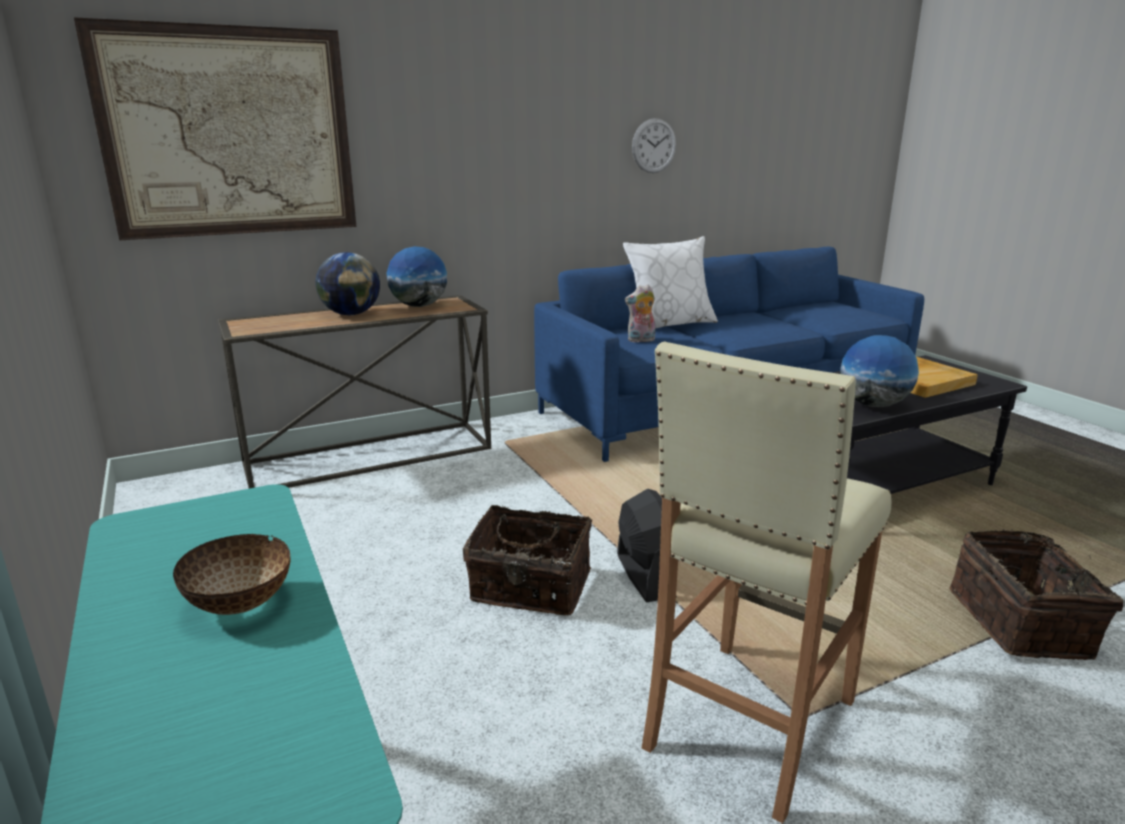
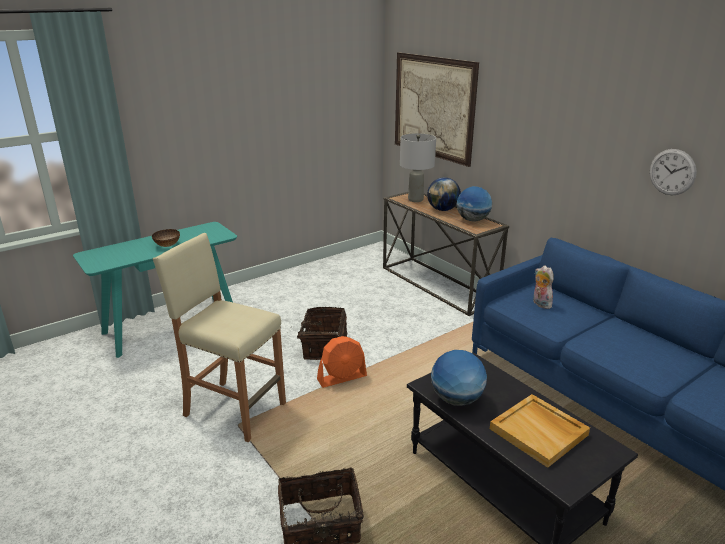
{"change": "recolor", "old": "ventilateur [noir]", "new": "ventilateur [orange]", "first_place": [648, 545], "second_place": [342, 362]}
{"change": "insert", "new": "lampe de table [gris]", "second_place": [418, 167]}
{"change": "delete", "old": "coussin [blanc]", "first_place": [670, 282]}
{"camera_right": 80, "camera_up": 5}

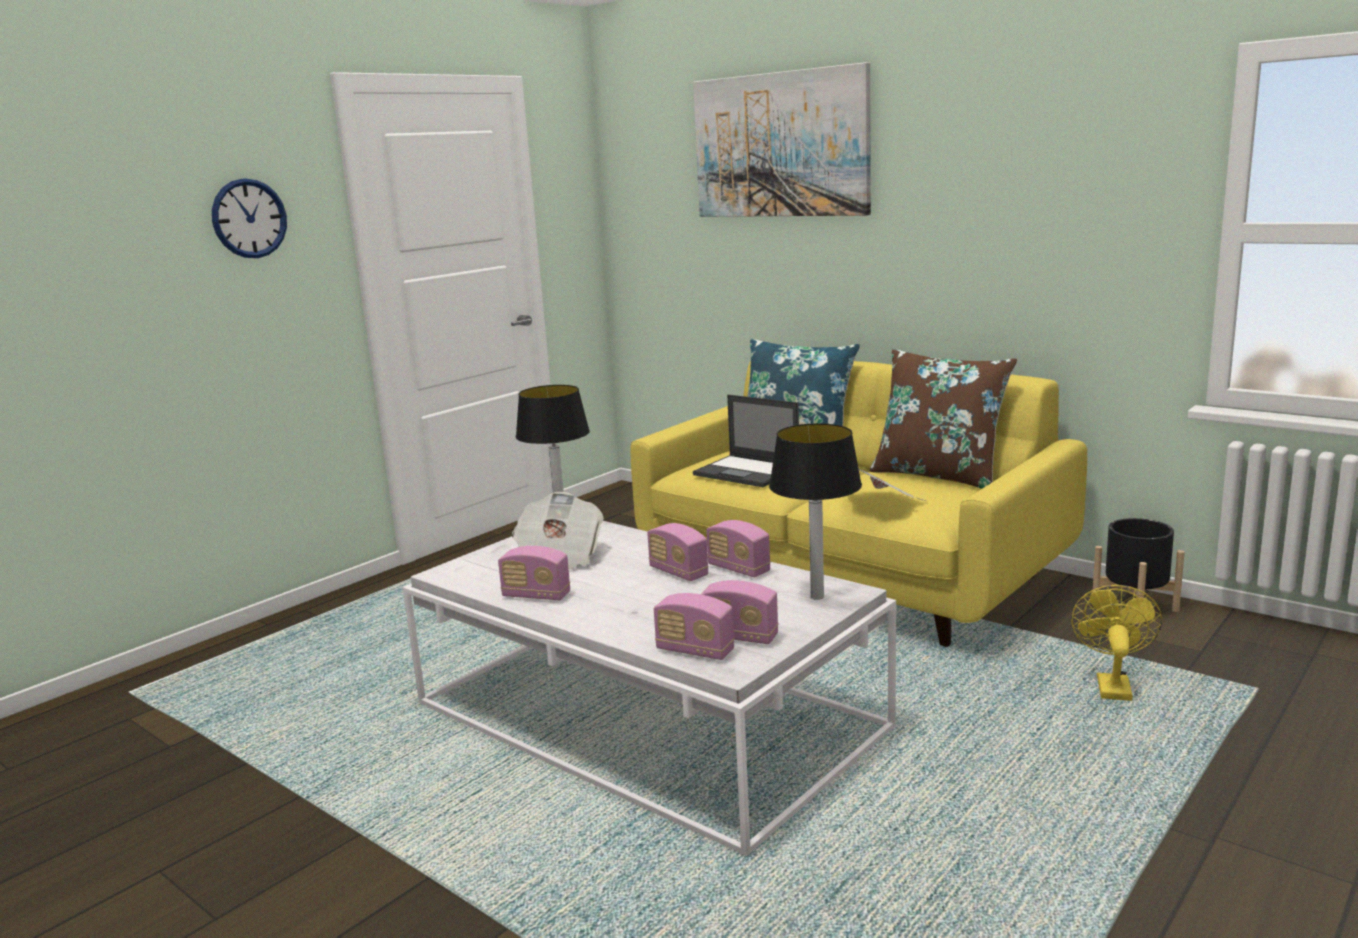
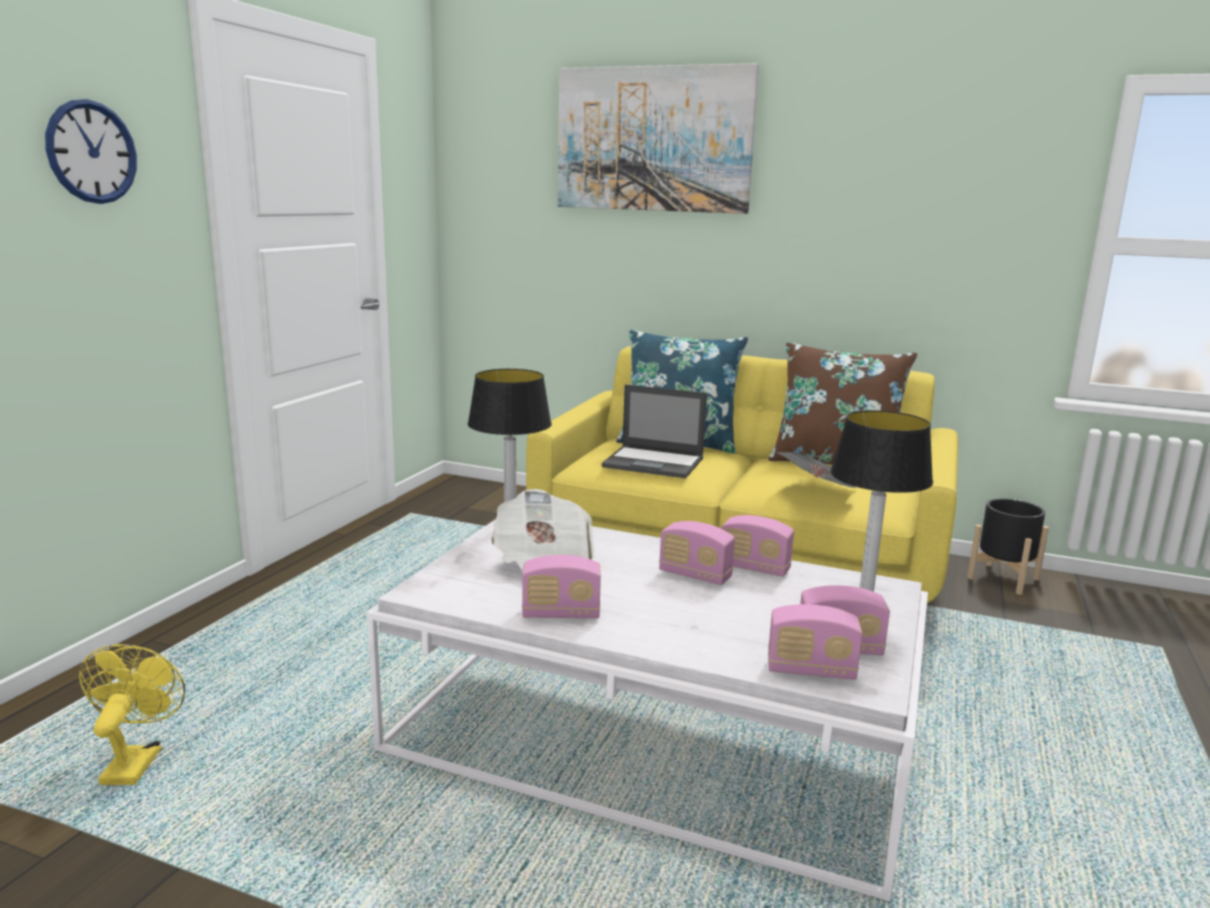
{"change": "move", "old": "ventilateur [jaune]", "first_place": [1116, 643], "second_place": [132, 714]}
{"camera_right": -20, "camera_up": 0}

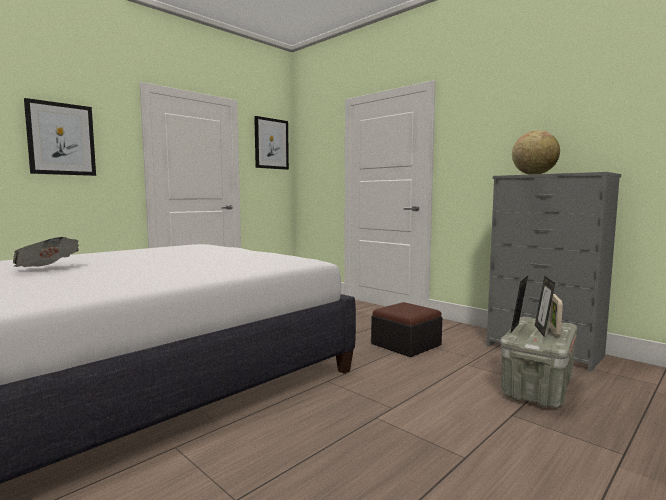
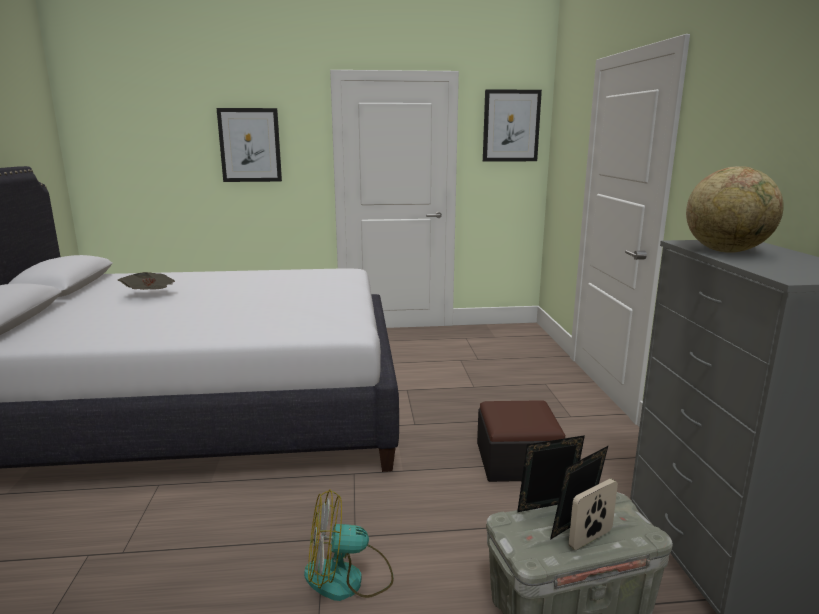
{"change": "insert", "new": "ventilateur", "second_place": [349, 545]}
{"camera_right": 40, "camera_up": 10}

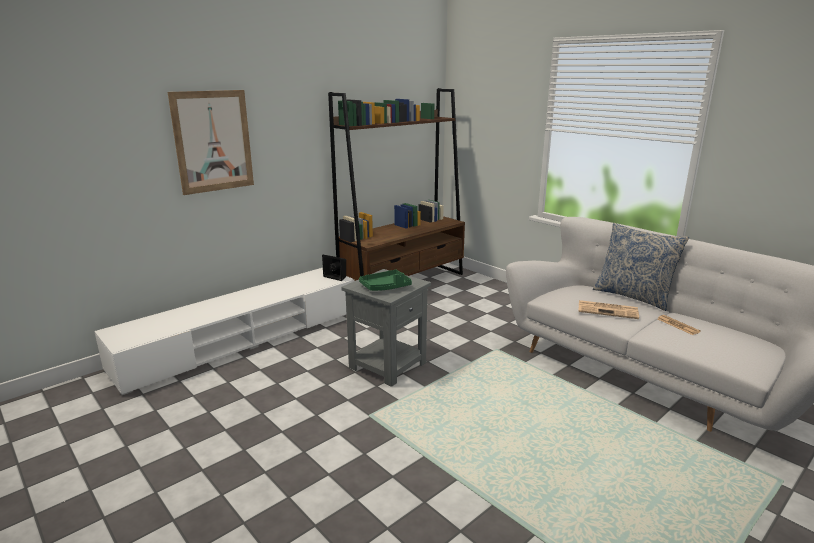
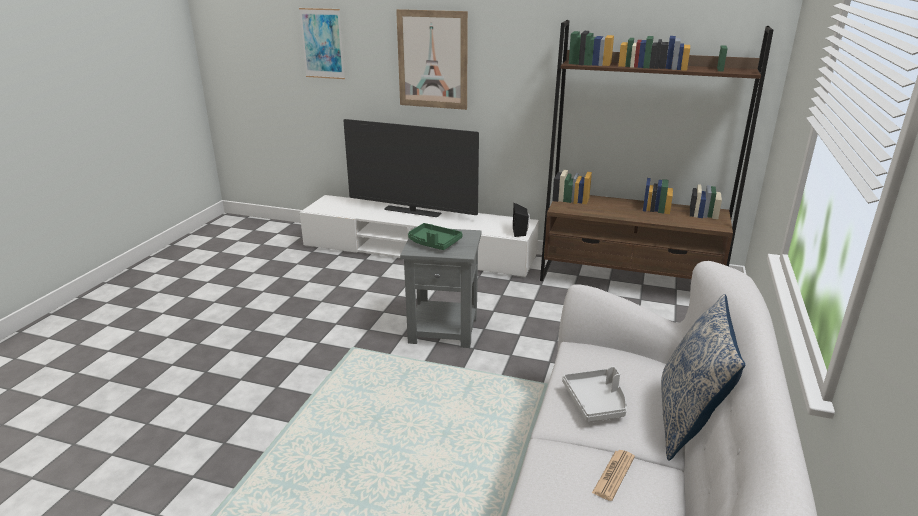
{"change": "insert", "new": "tableau", "second_place": [322, 43]}
{"change": "insert", "new": "téléviseur", "second_place": [411, 168]}
{"change": "replace", "old": "journal", "new": "plateau [gris]", "first_place": [608, 309], "second_place": [594, 394]}
{"camera_right": 60, "camera_up": 5}

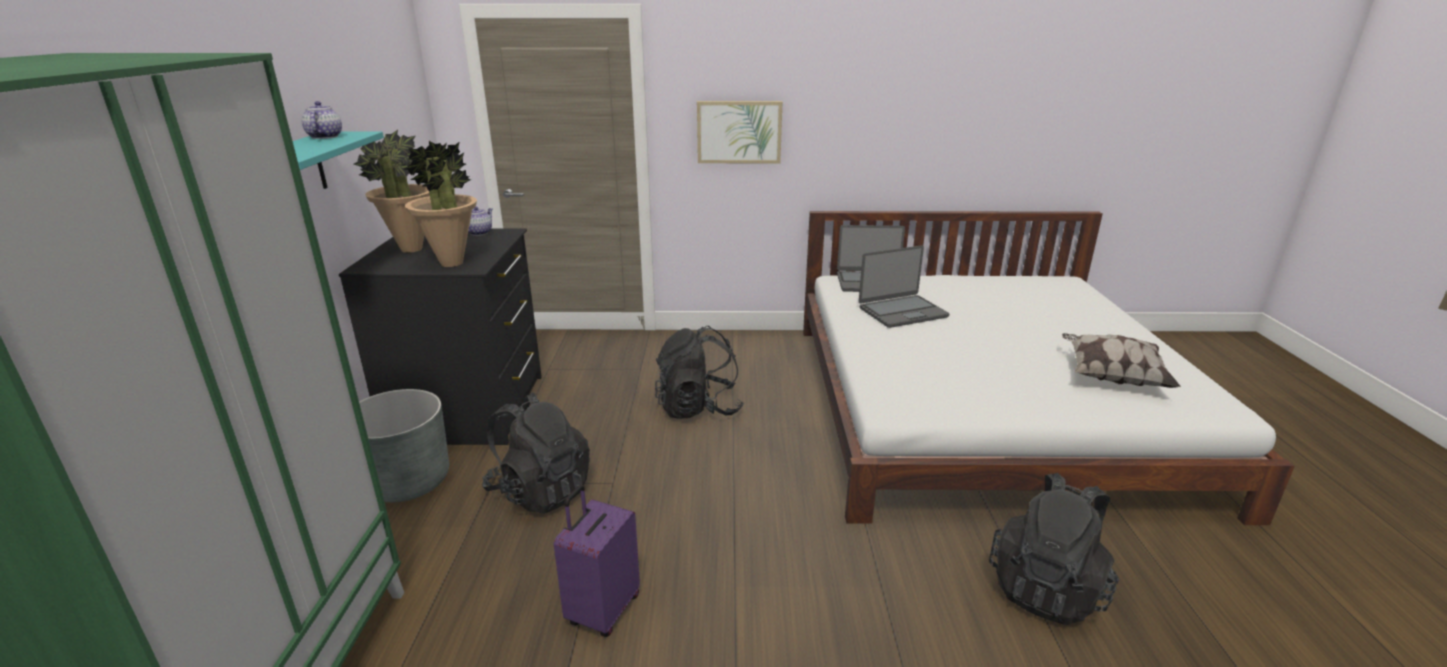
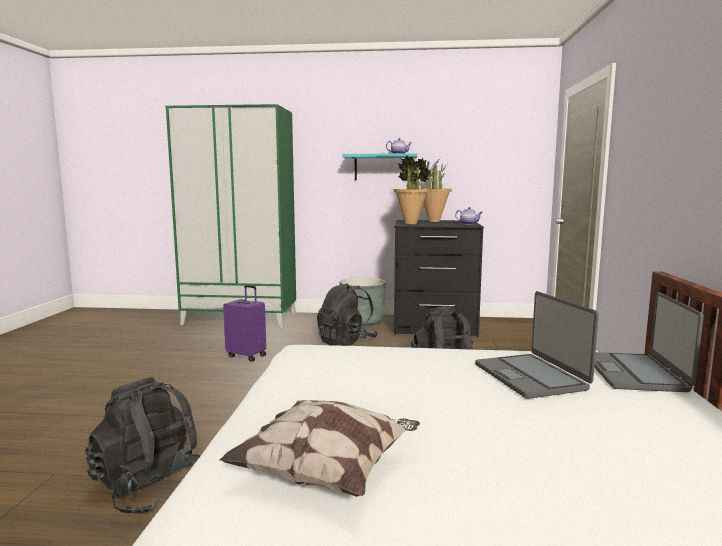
{"change": "delete", "old": "tableau", "first_place": [739, 132]}
{"camera_right": 95, "camera_up": -15}

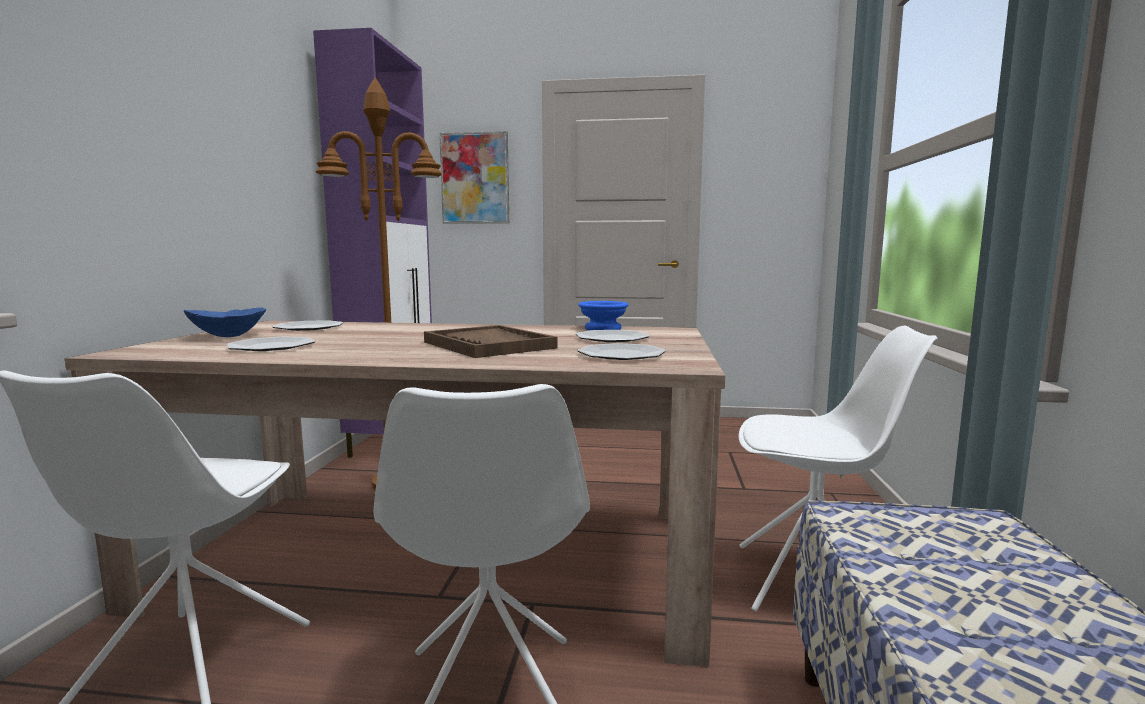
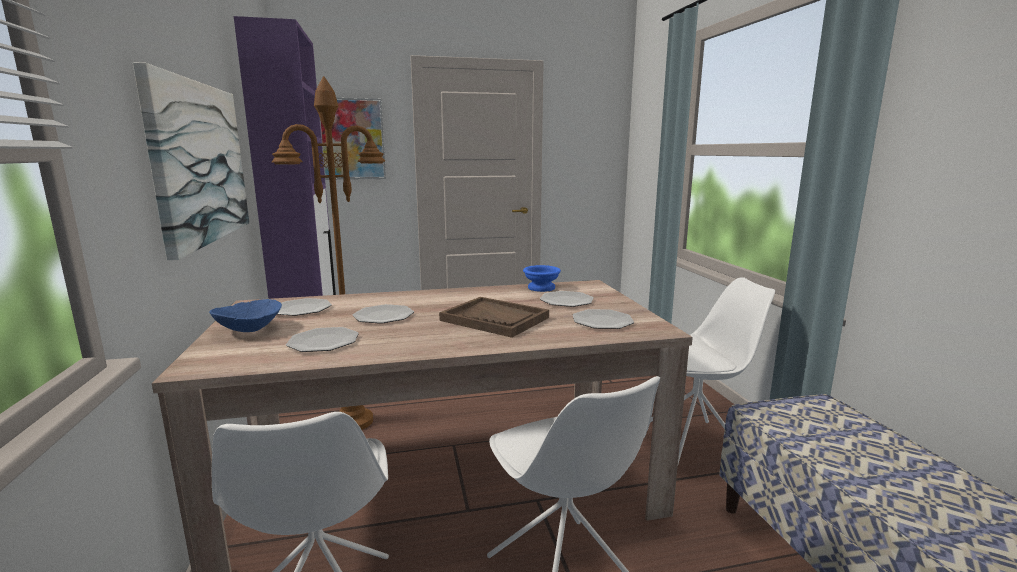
{"change": "insert", "new": "tableau", "second_place": [191, 161]}
{"change": "insert", "new": "assiette", "second_place": [383, 314]}
{"camera_right": -20, "camera_up": 5}

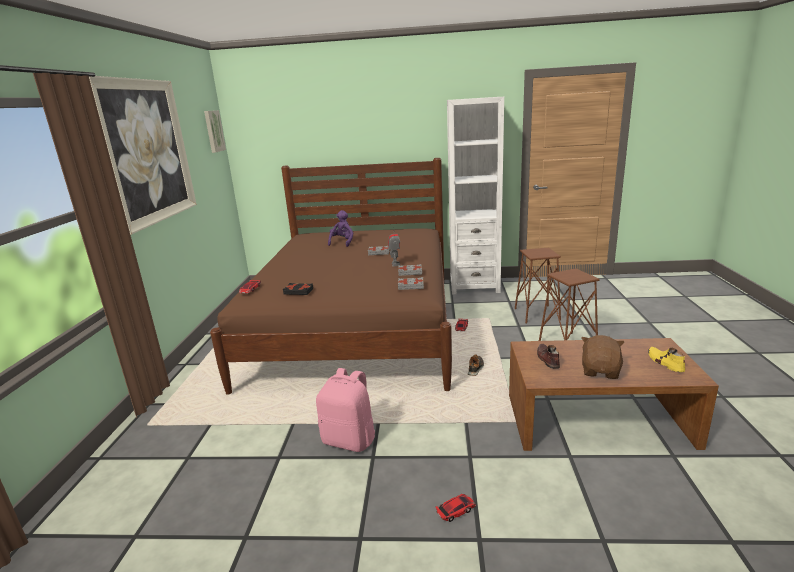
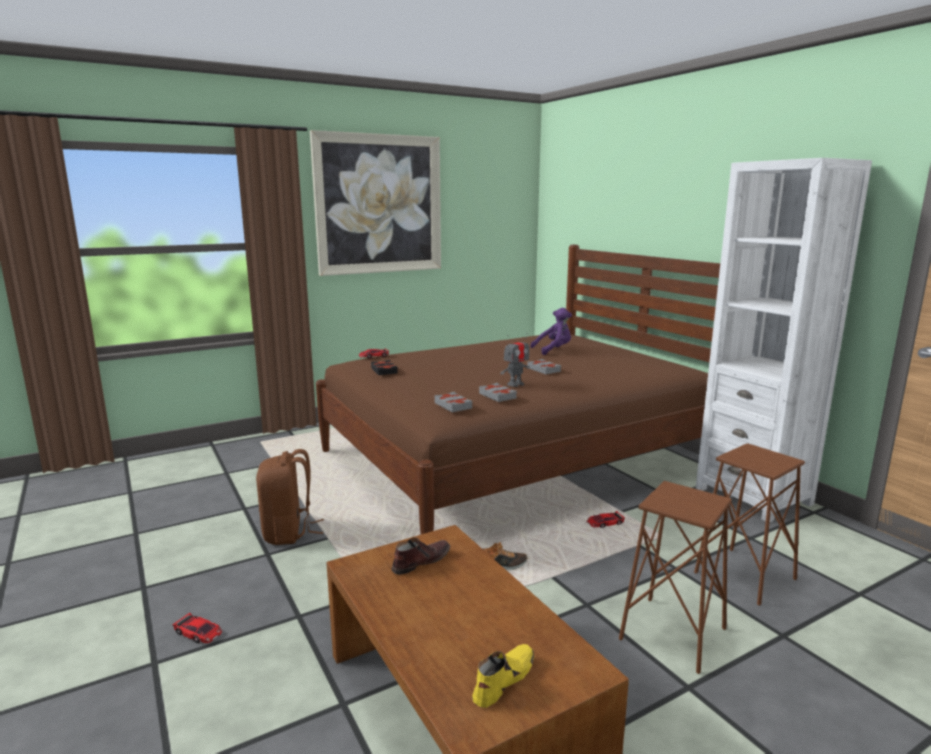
{"change": "recolor", "old": "sac à dos [rose]", "new": "sac à dos [marron]", "first_place": [345, 410], "second_place": [290, 497]}
{"change": "delete", "old": "tableau", "first_place": [215, 131]}
{"change": "delete", "old": "peluche [marron]", "first_place": [602, 357]}
{"camera_right": 55, "camera_up": -5}

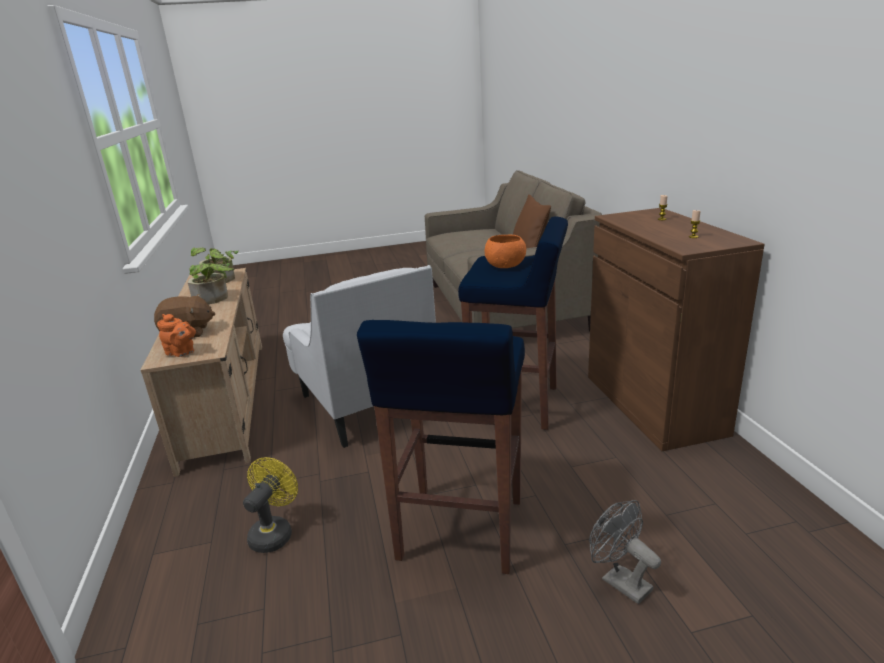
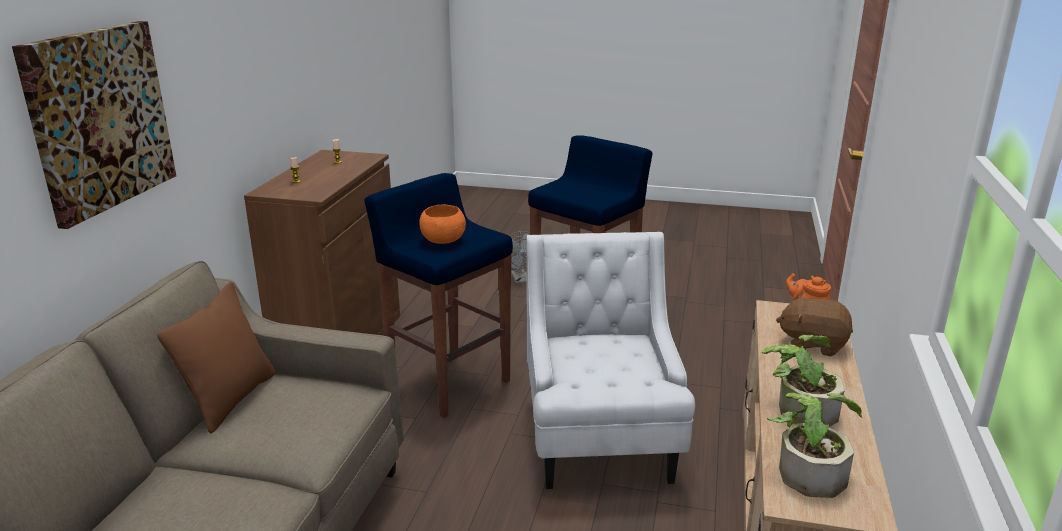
{"change": "insert", "new": "tableau", "second_place": [94, 125]}
{"change": "delete", "old": "ventilateur [jaune]", "first_place": [270, 505]}
{"camera_right": -155, "camera_up": 0}

